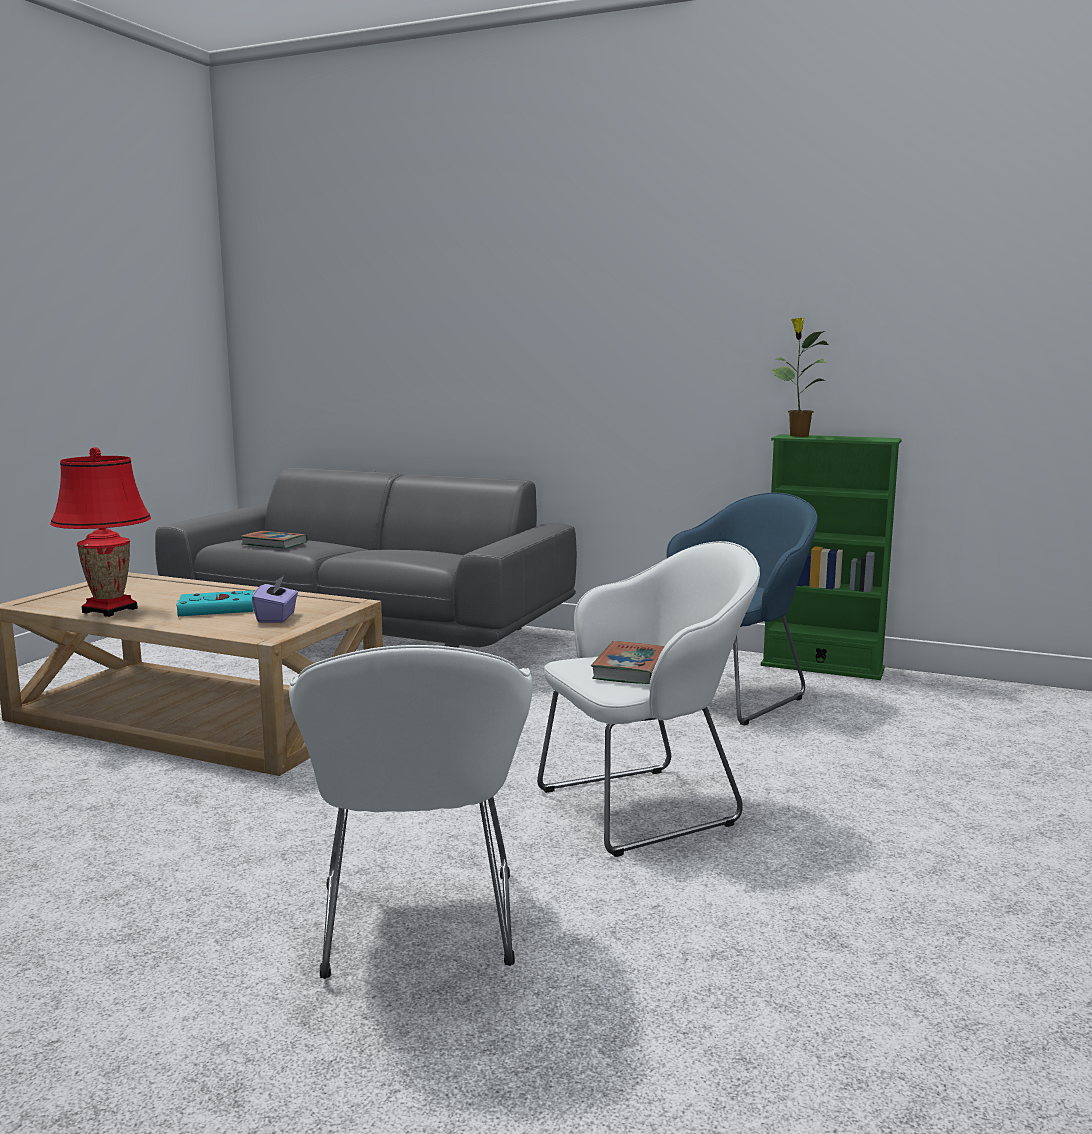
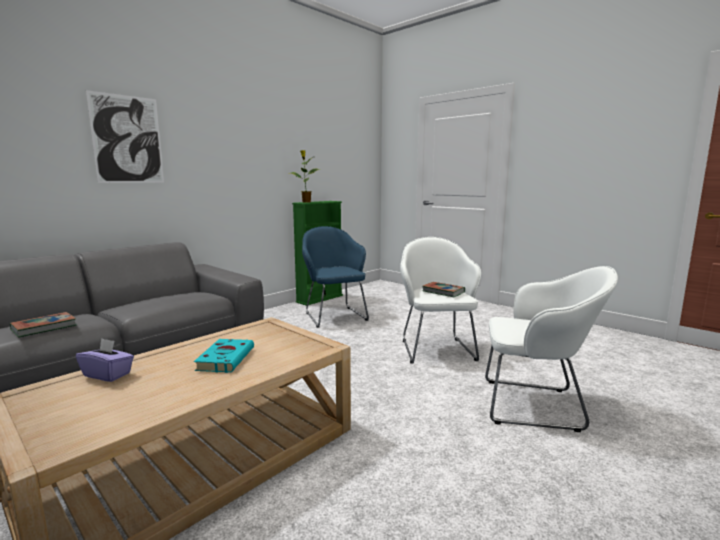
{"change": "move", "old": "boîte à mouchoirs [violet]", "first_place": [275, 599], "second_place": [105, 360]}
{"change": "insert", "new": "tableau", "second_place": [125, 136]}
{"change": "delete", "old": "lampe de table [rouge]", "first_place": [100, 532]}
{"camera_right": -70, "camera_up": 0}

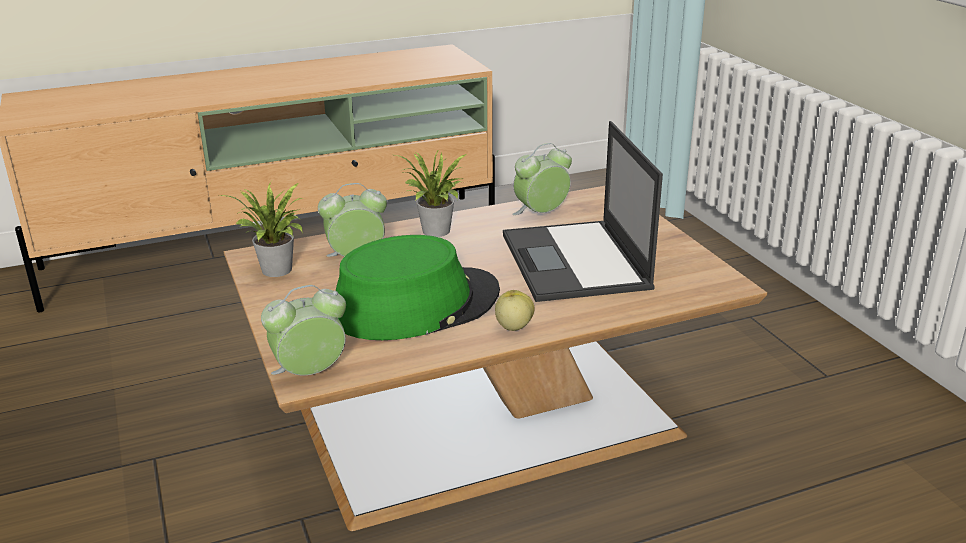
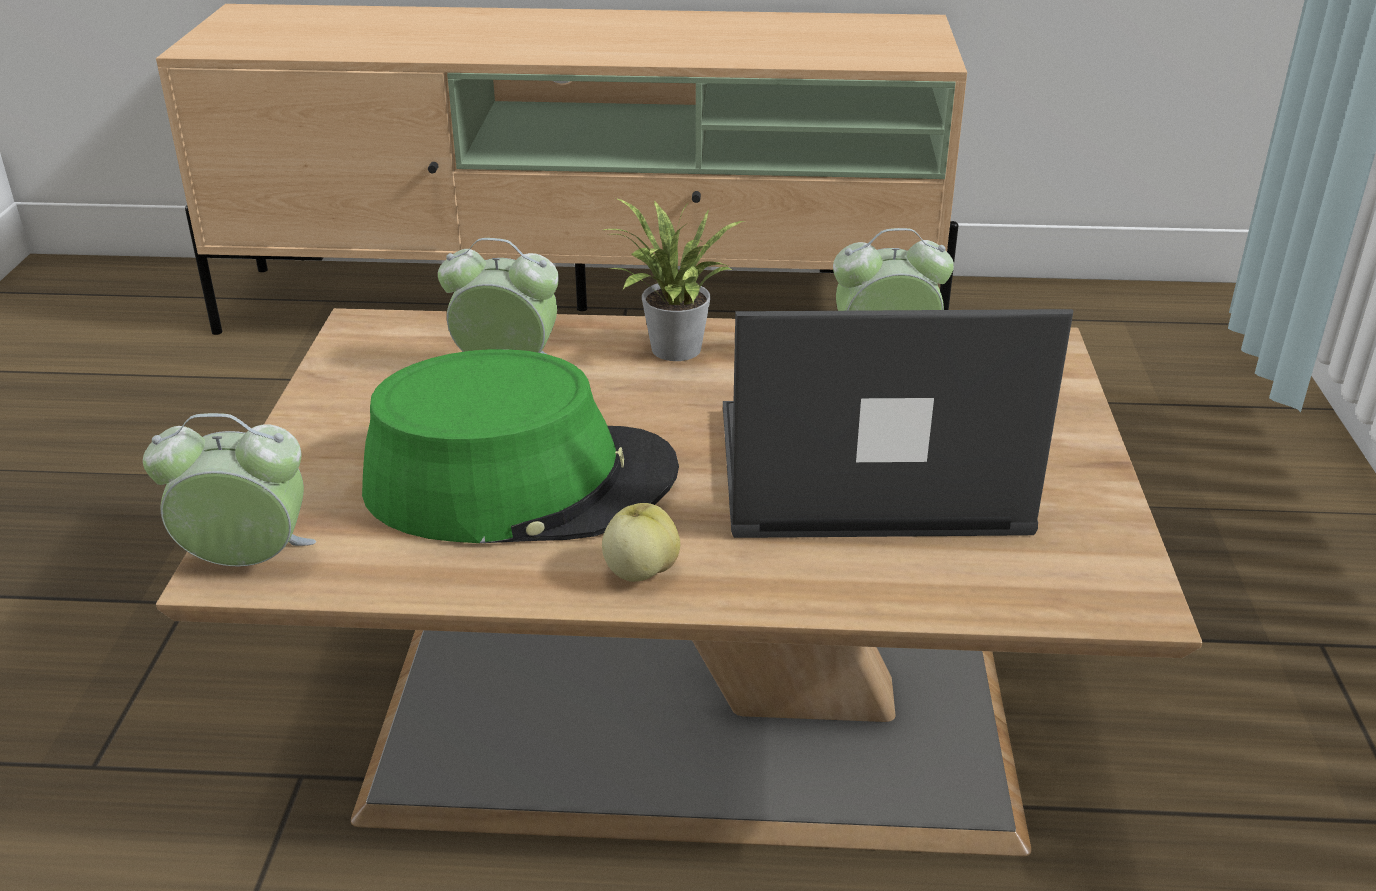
{"change": "rotate", "old": "ordinateur portable", "first_place": [583, 211], "second_place": [898, 423], "degrees": 75}
{"change": "delete", "old": "plante en pot", "first_place": [260, 229]}
{"camera_right": 25, "camera_up": 5}

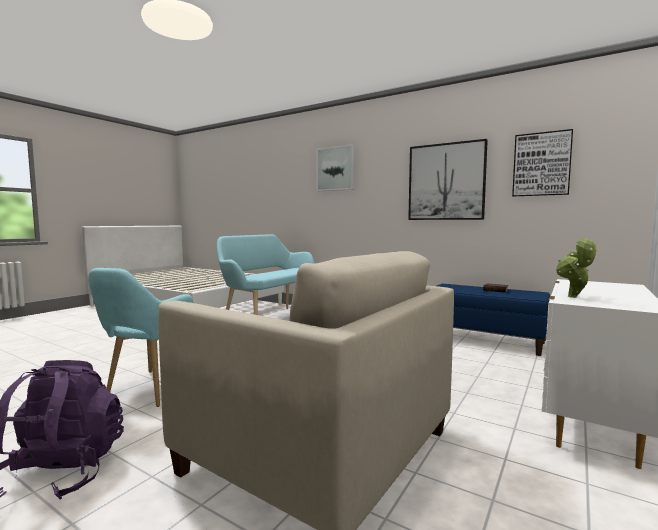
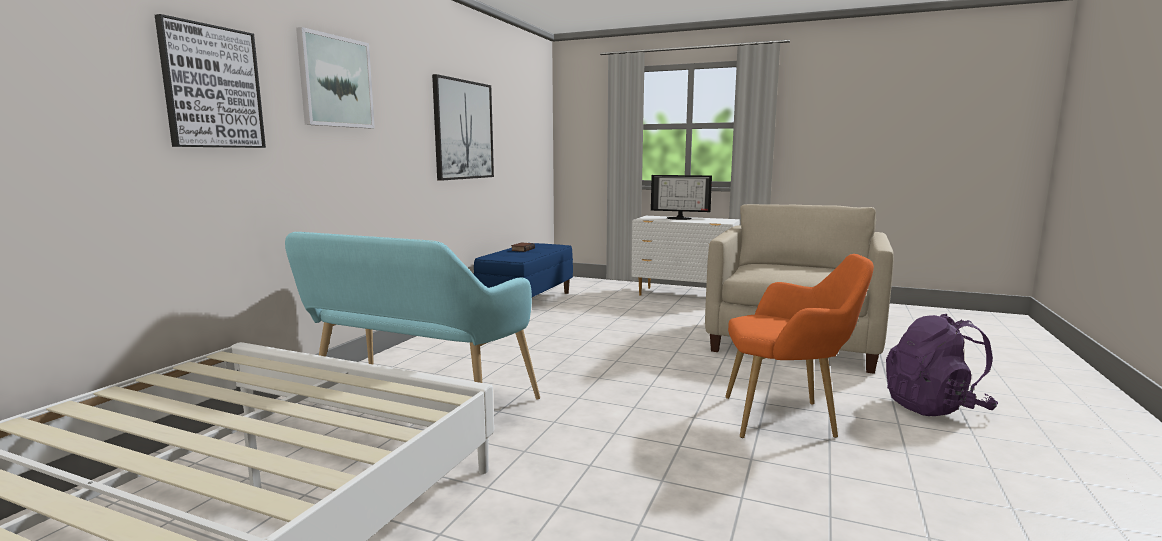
{"change": "move", "old": "tableau", "first_place": [542, 162], "second_place": [210, 81]}
{"change": "insert", "new": "écran d'ordinateur", "second_place": [681, 197]}
{"change": "recolor", "old": "fauteuil [turquoise]", "new": "fauteuil [orange]", "first_place": [141, 337], "second_place": [799, 346]}
{"change": "delete", "old": "plante en pot", "first_place": [576, 267]}
{"camera_right": -100, "camera_up": 5}

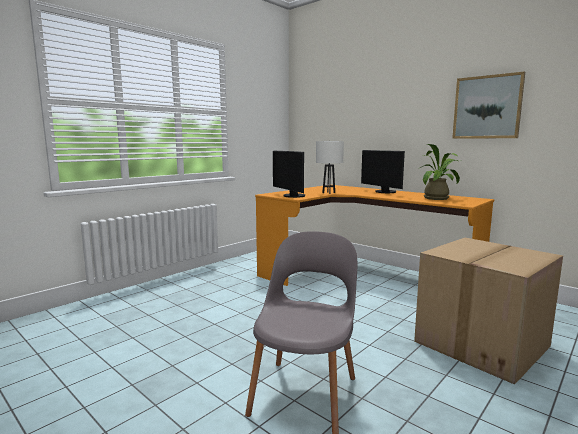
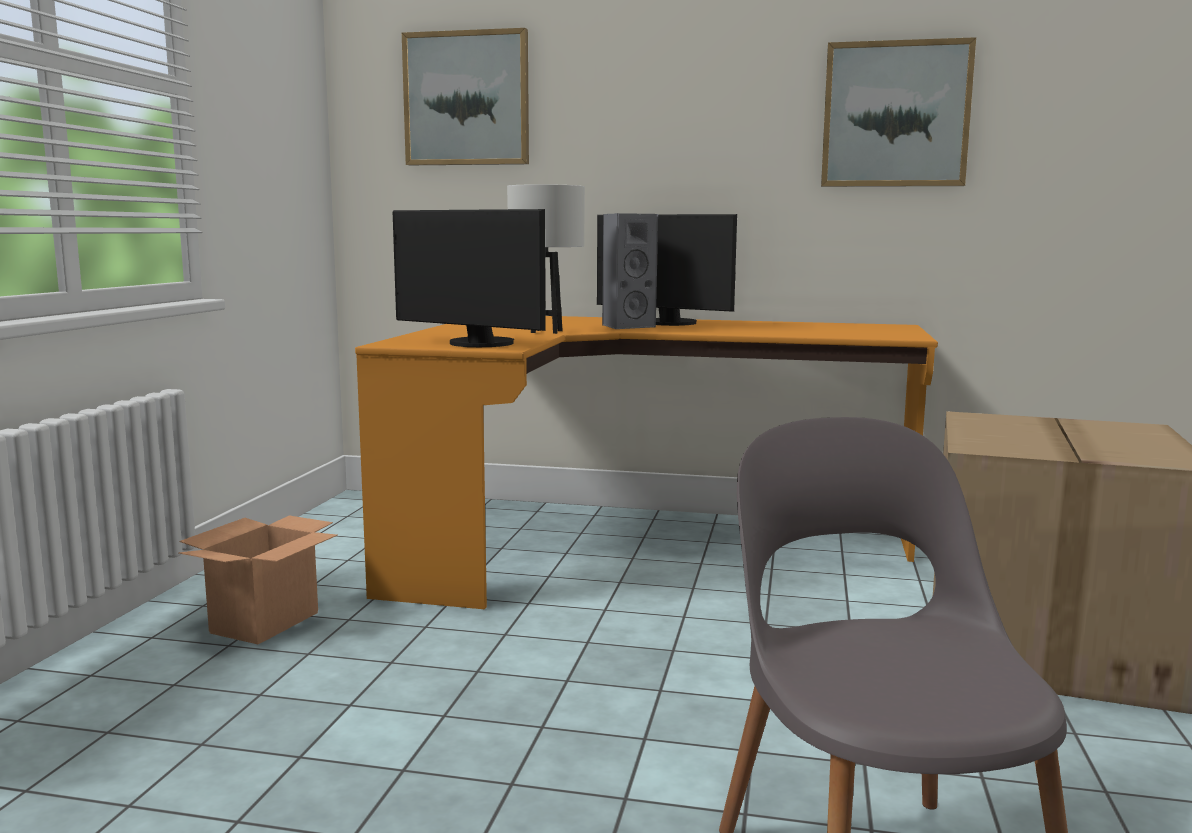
{"change": "insert", "new": "carton", "second_place": [258, 580]}
{"change": "insert", "new": "tableau", "second_place": [465, 96]}
{"change": "insert", "new": "enceinte [gris]", "second_place": [630, 271]}
{"change": "delete", "old": "plante en pot", "first_place": [440, 172]}
{"camera_right": -30, "camera_up": 0}

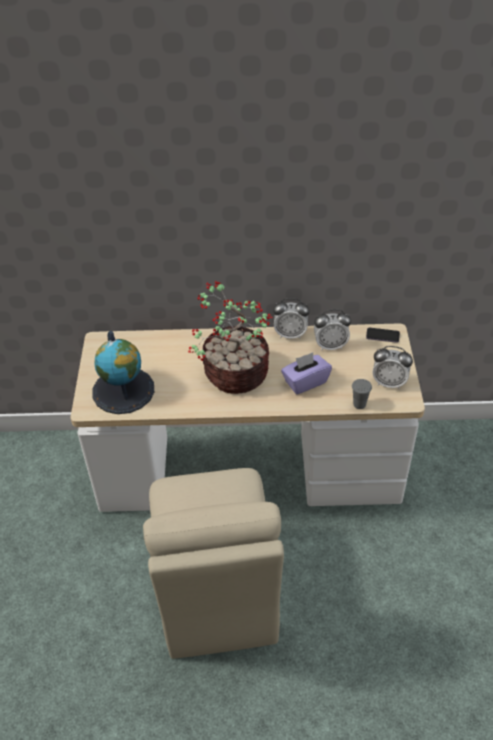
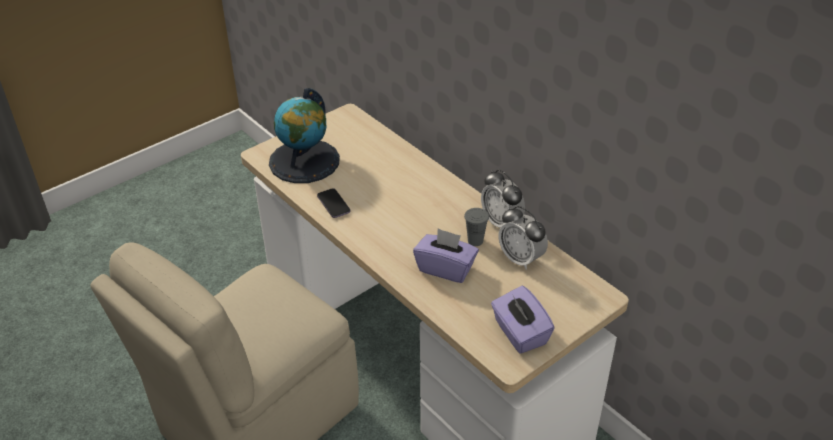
{"change": "move", "old": "téléphone", "first_place": [383, 335], "second_place": [334, 203]}
{"change": "move", "old": "tasse [gris]", "first_place": [362, 394], "second_place": [476, 227]}
{"change": "replace", "old": "réveil", "new": "boîte à mouchoirs [violet]", "first_place": [393, 367], "second_place": [523, 320]}
{"change": "delete", "old": "plante en pot", "first_place": [230, 337]}
{"camera_right": 50, "camera_up": -5}

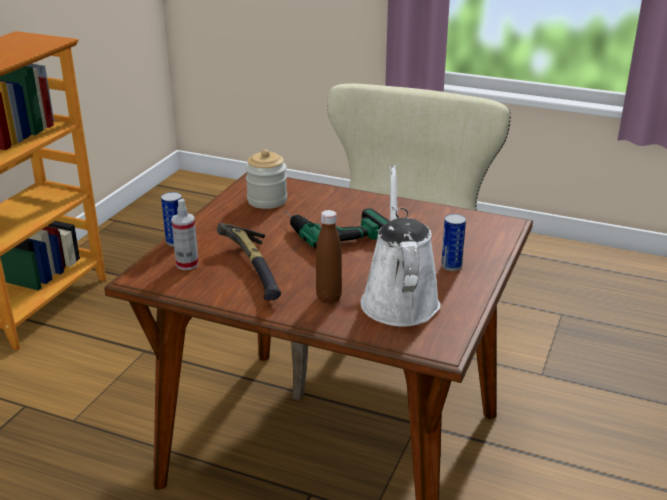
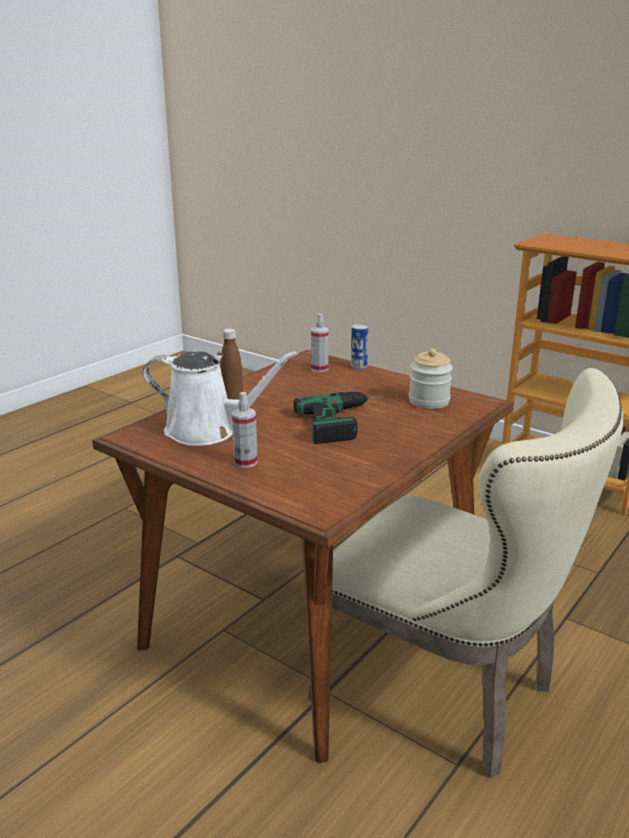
{"change": "replace", "old": "boîte métallique", "new": "vaporisateur", "first_place": [453, 242], "second_place": [245, 430]}
{"change": "delete", "old": "marteau", "first_place": [249, 261]}
{"camera_right": 105, "camera_up": -5}

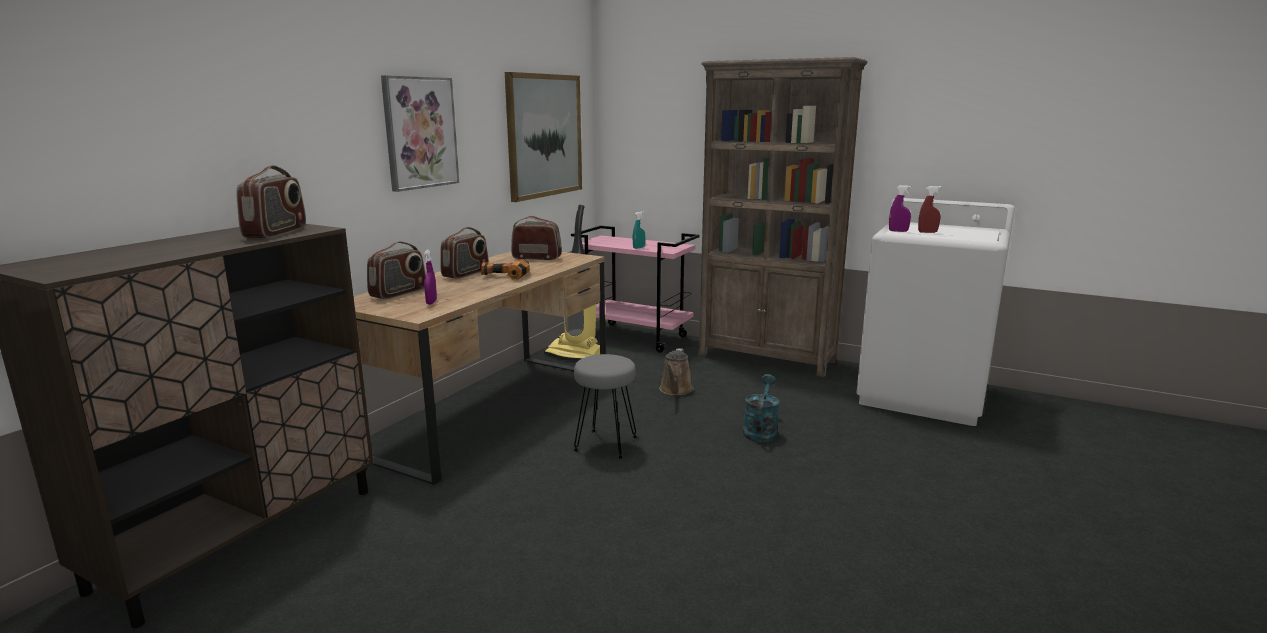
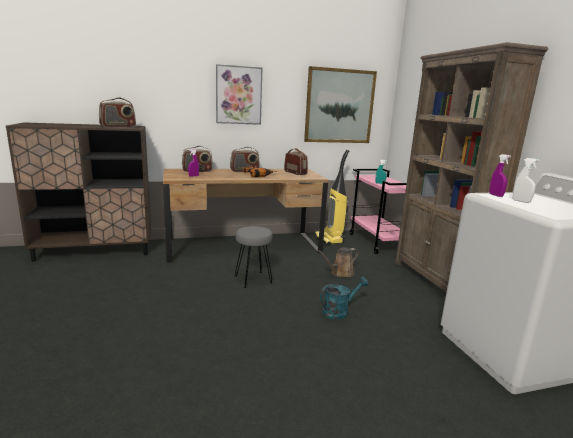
{"change": "recolor", "old": "vaporisateur [rouge]", "new": "vaporisateur [blanc]", "first_place": [930, 209], "second_place": [526, 180]}
{"camera_right": 45, "camera_up": 0}

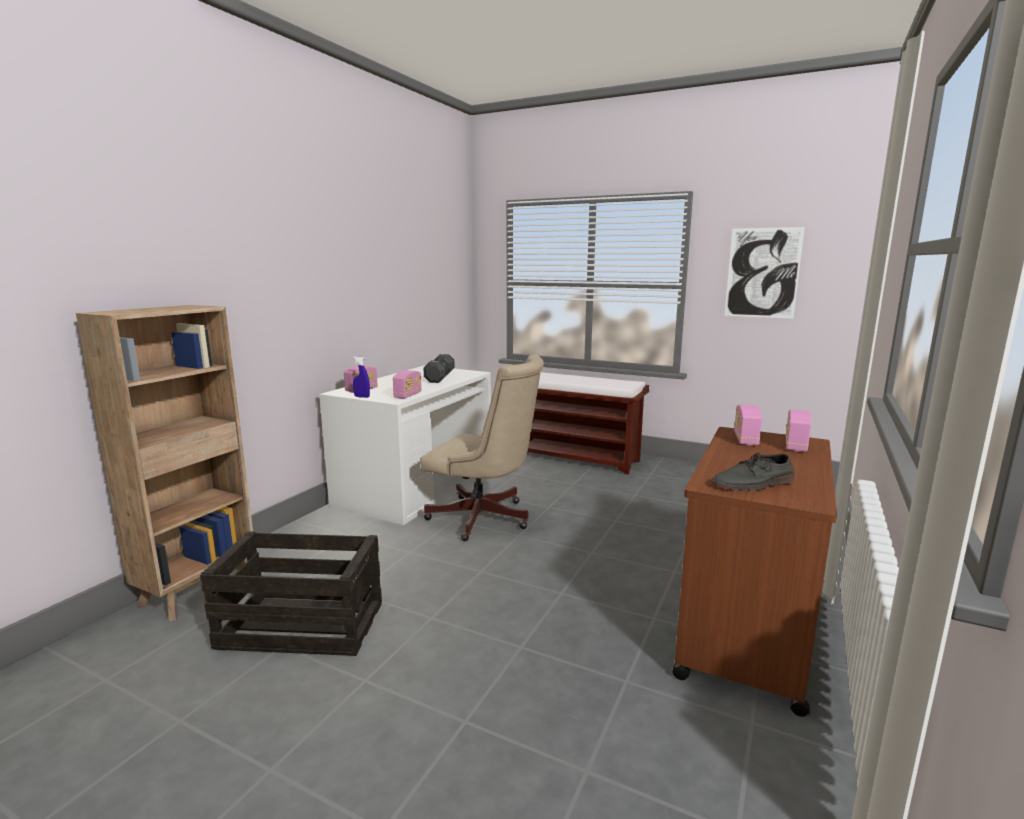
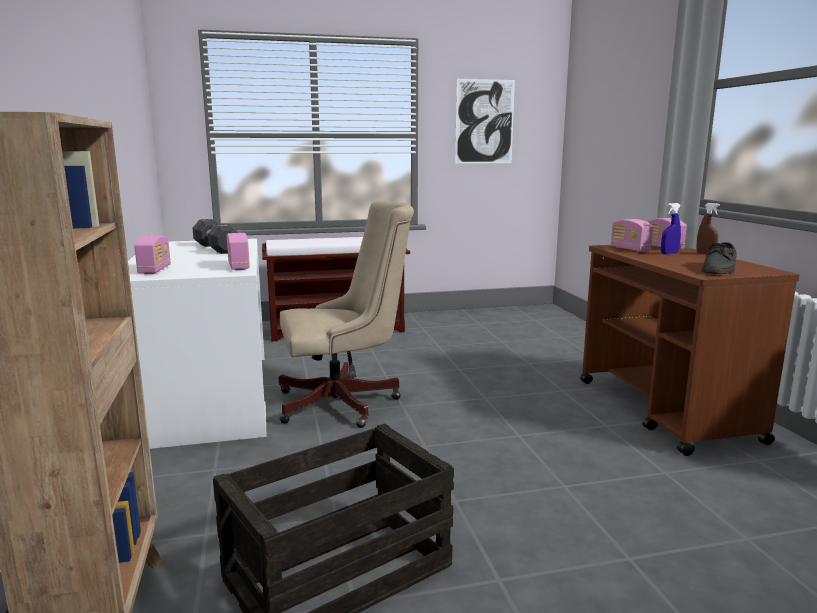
{"change": "move", "old": "vaporisateur [bleu]", "first_place": [361, 377], "second_place": [671, 228]}
{"change": "insert", "new": "vaporisateur [marron]", "second_place": [708, 228]}
{"camera_right": -40, "camera_up": 0}

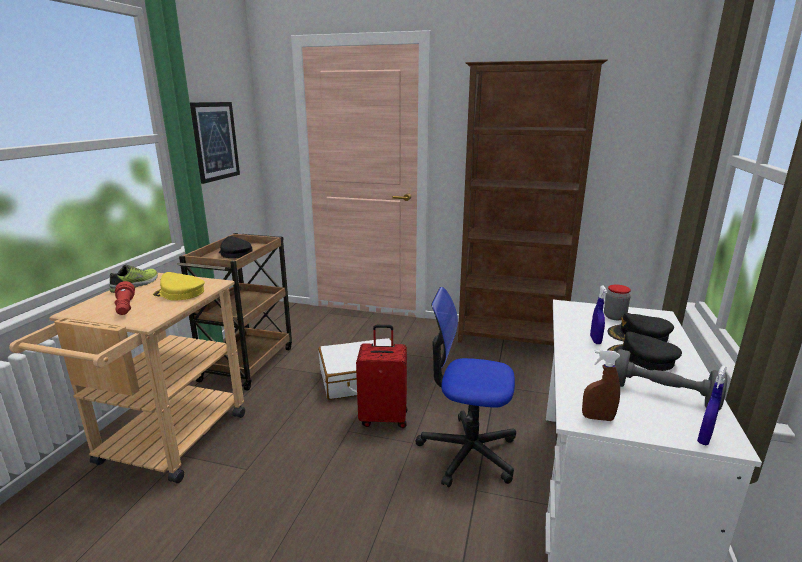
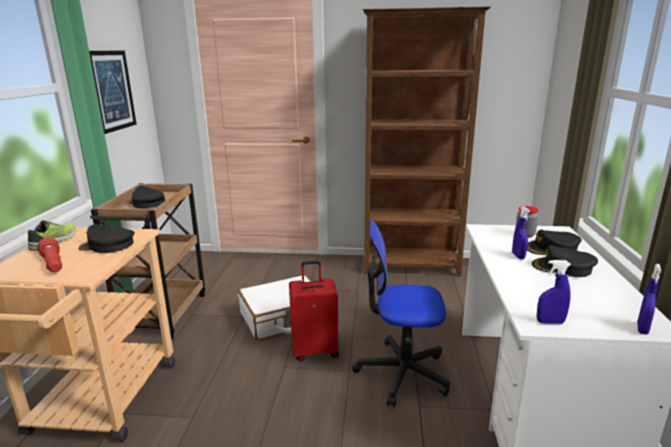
{"change": "recolor", "old": "casquette [jaune]", "new": "casquette [noir]", "first_place": [179, 286], "second_place": [106, 239]}
{"change": "recolor", "old": "vaporisateur [marron]", "new": "vaporisateur [bleu]", "first_place": [601, 385], "second_place": [554, 292]}
{"change": "delete", "old": "haltère [gris]", "first_place": [670, 379]}
{"camera_right": -10, "camera_up": 0}

